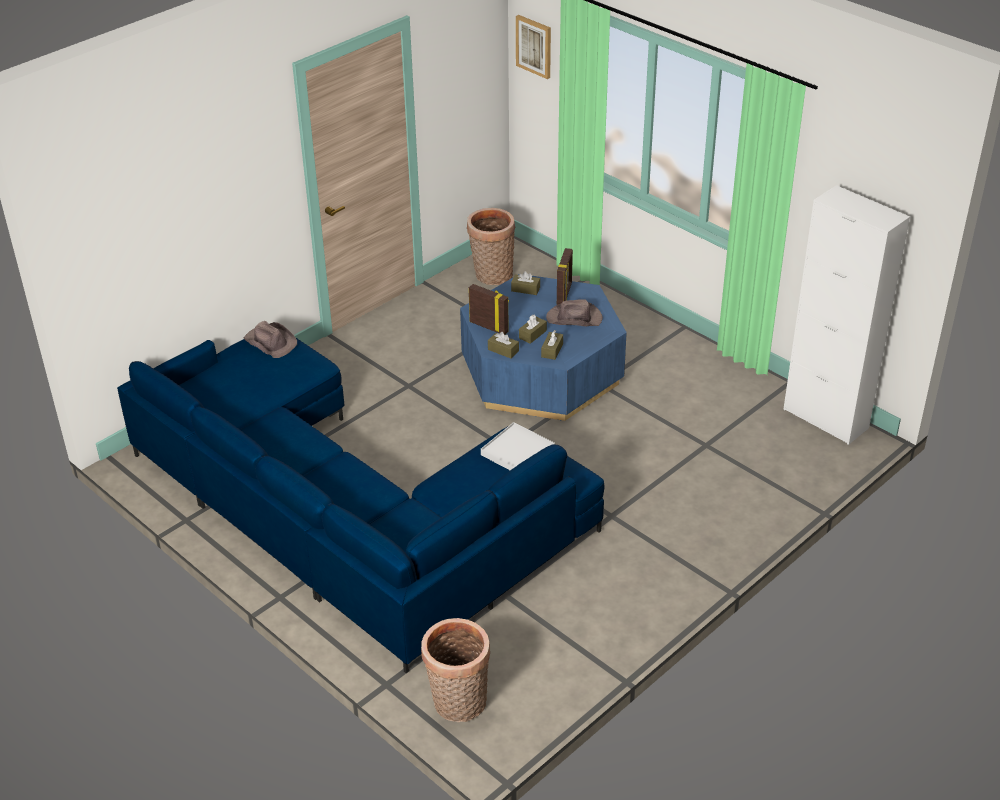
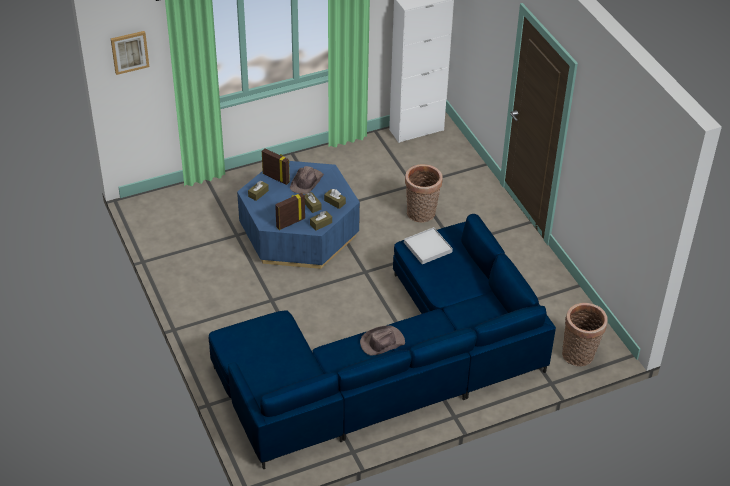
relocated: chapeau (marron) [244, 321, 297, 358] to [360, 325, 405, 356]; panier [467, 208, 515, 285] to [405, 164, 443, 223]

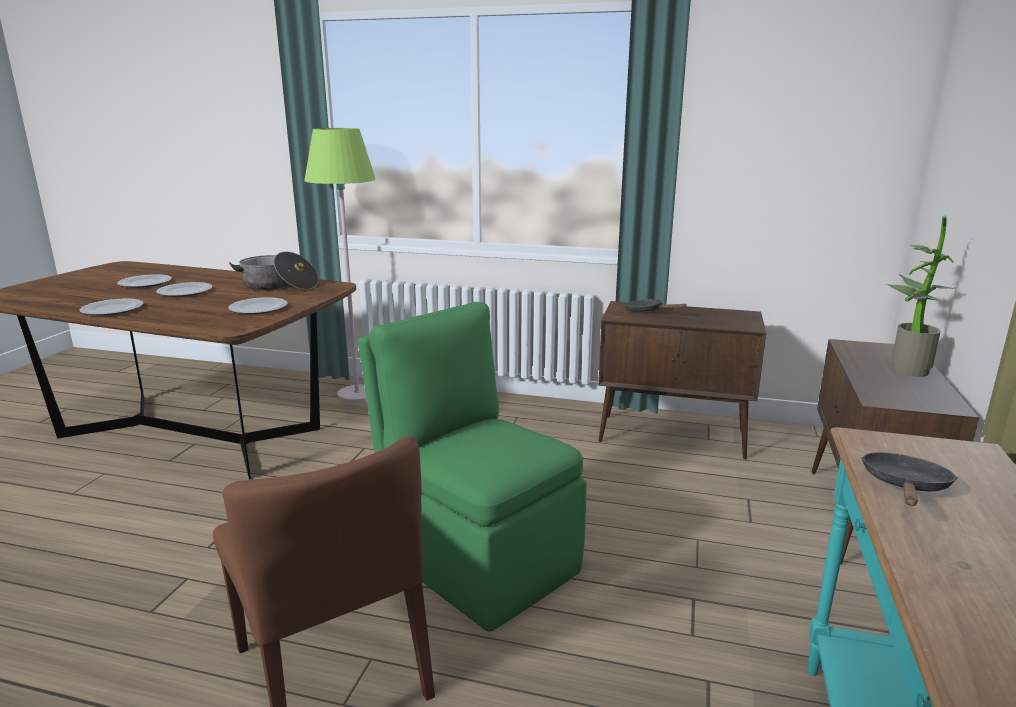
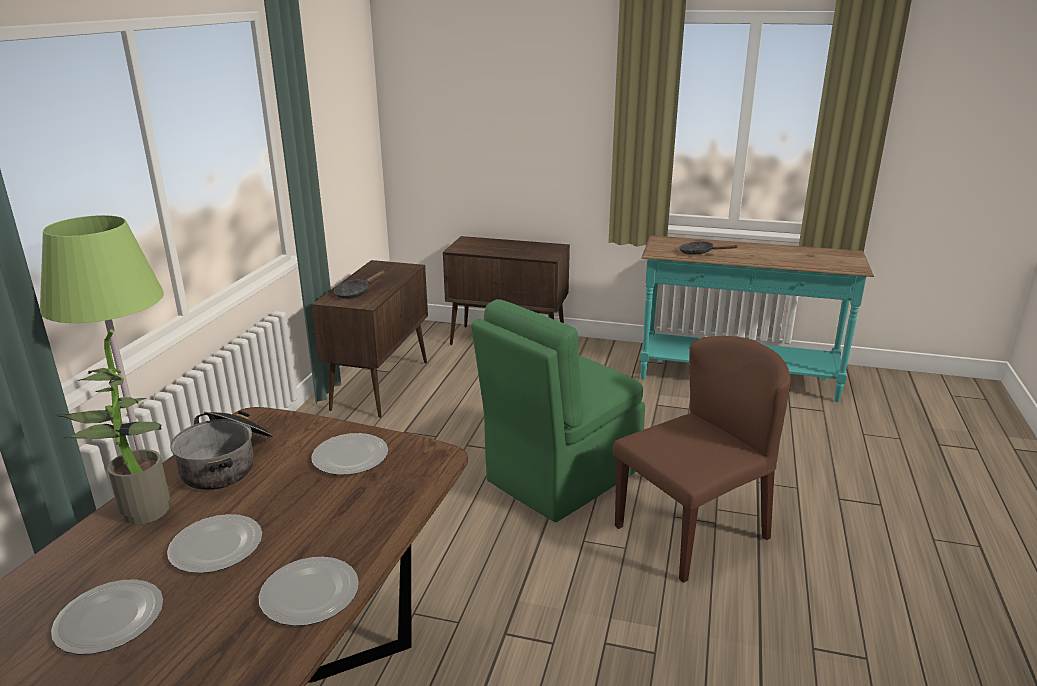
relocated: plante en pot [886, 216, 953, 377] to [55, 329, 170, 524]

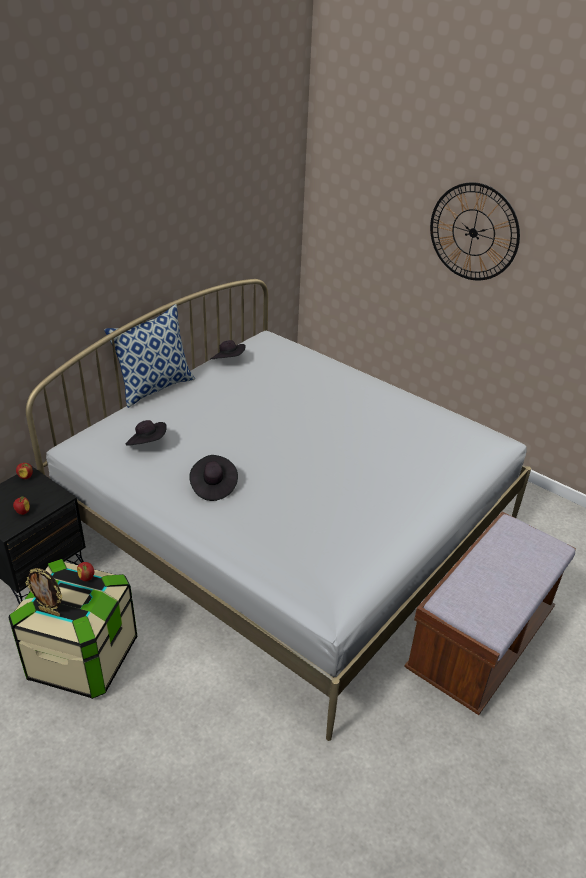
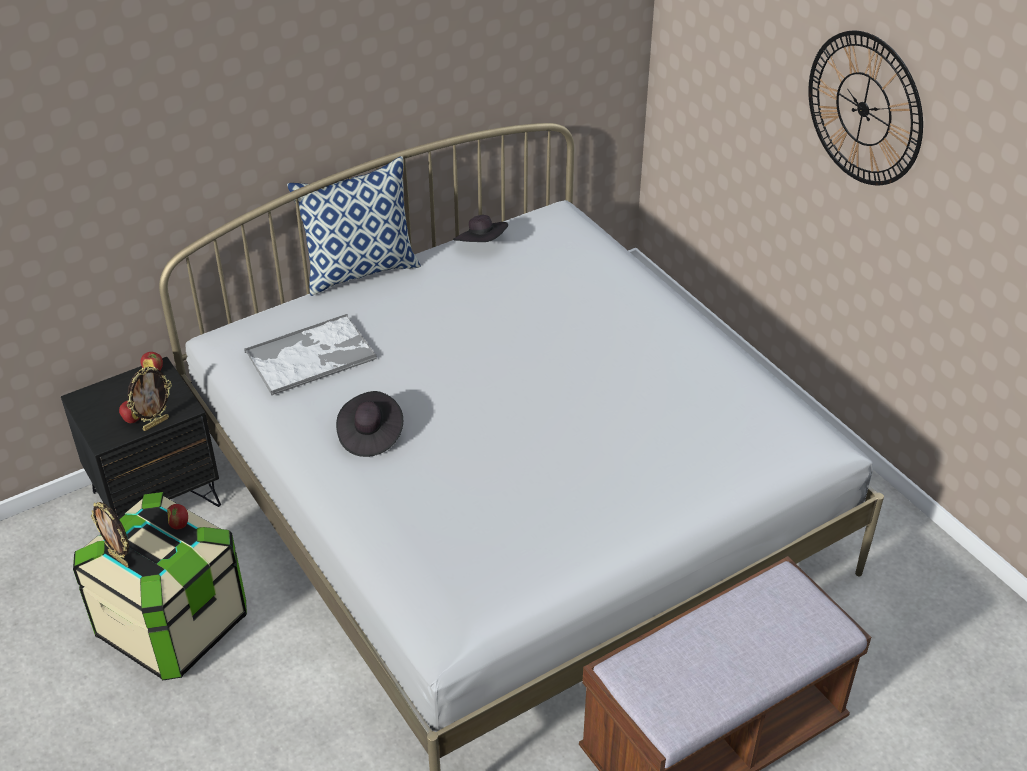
appeared: cadre photo [127, 366, 172, 431]
exchanged: chapeau (noir) [126, 420, 167, 446] to plateau [244, 314, 377, 396]

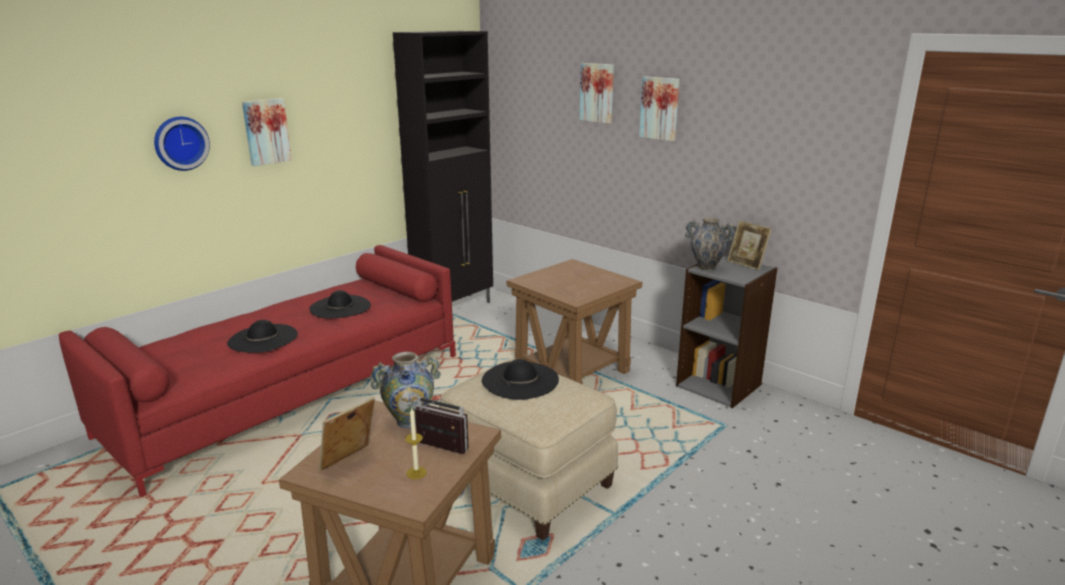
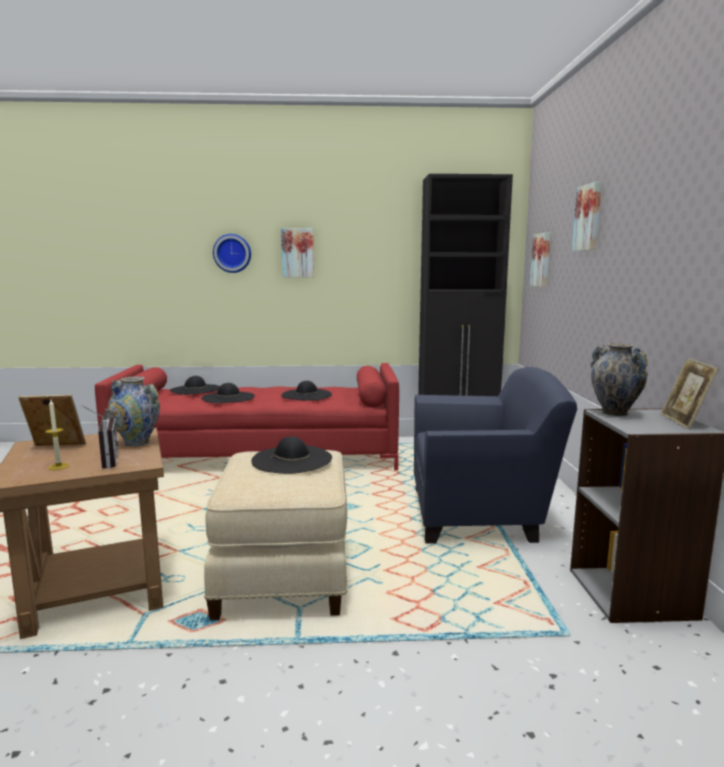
appeared: chapeau (noir) [170, 376, 220, 395]
relocated: tableau [639, 77, 680, 141] to [530, 233, 551, 287]
exchanged: table d'appoint (marron) [507, 259, 642, 384] to fauteuil (bleu) [414, 367, 577, 544]

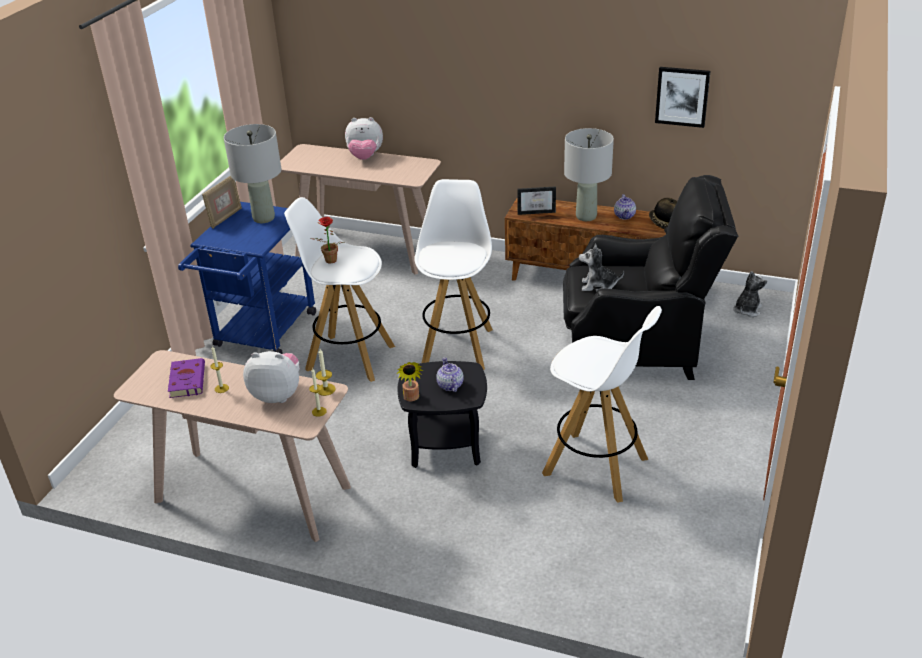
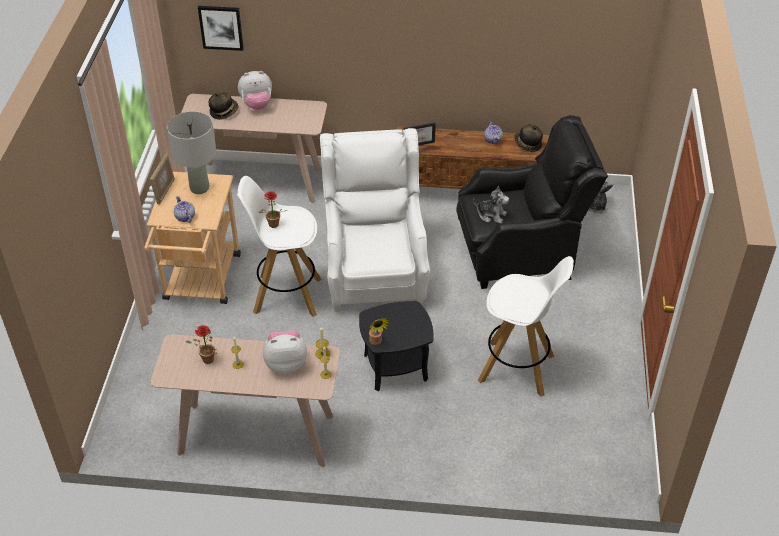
missing: lampe de table (gris) [564, 128, 614, 221]
appeared: chapeau [209, 92, 238, 120]
relocated: théière [436, 357, 464, 392] to [174, 196, 195, 223]; tableau [655, 67, 710, 128] to [198, 6, 244, 51]
exchanged: livre (violet) [168, 358, 205, 398] to plante en pot [185, 325, 218, 364]; tabouret (blanc) [414, 179, 493, 370] to fauteuil (blanc) [320, 128, 430, 312]
colour: chariot (bleu) [178, 202, 316, 354] to chariot (beige) [145, 172, 241, 304]
spun: peluche [579, 243, 624, 292] = [473, 186, 509, 224] 150 degrees counterclockwise

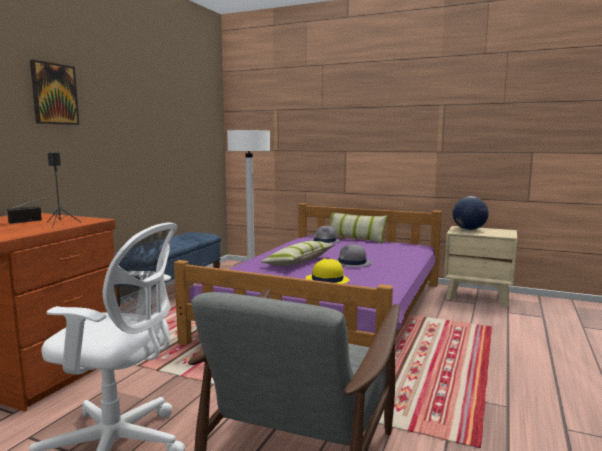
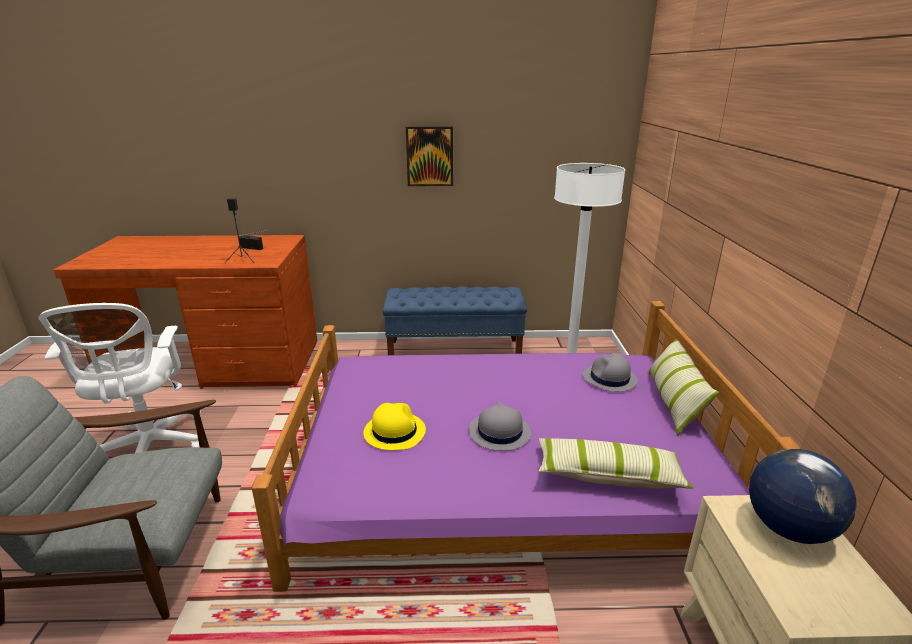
relocated: tableau [30, 60, 79, 125] to [406, 126, 453, 186]; coussin [261, 241, 335, 266] to [538, 438, 693, 489]

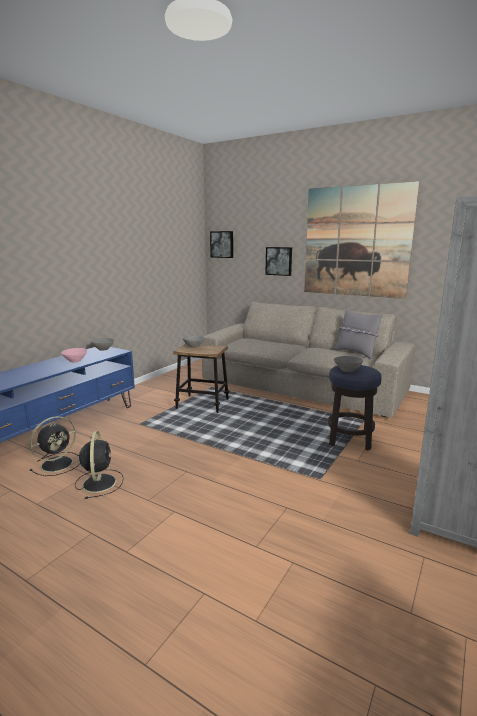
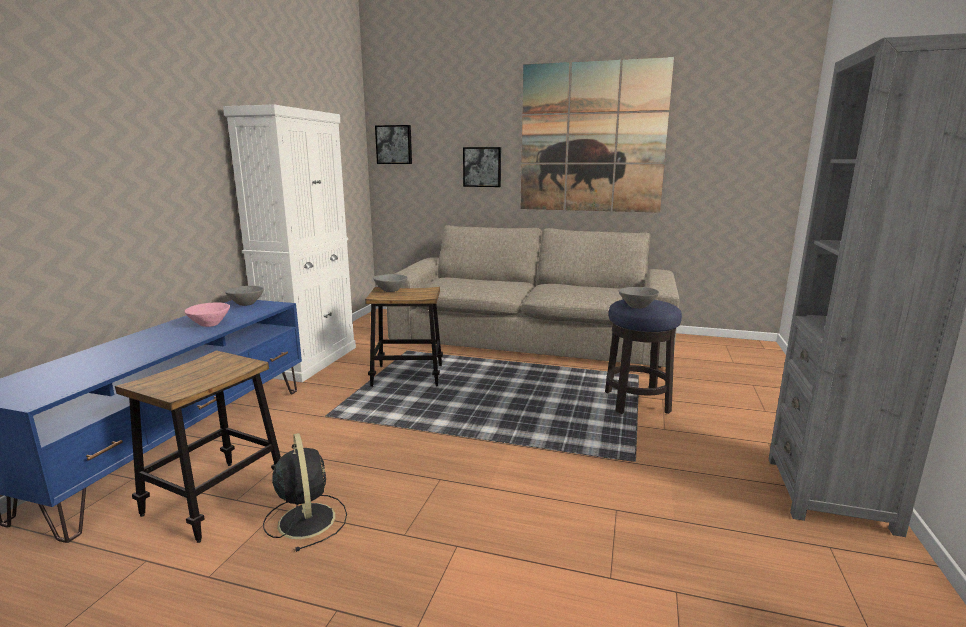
missing: coussin (gris) [334, 309, 383, 359]
appeared: meuble de rangement (blanc) [223, 104, 356, 382]
exchanged: ventilateur (noir) [30, 416, 80, 476] to tabouret [115, 350, 281, 543]

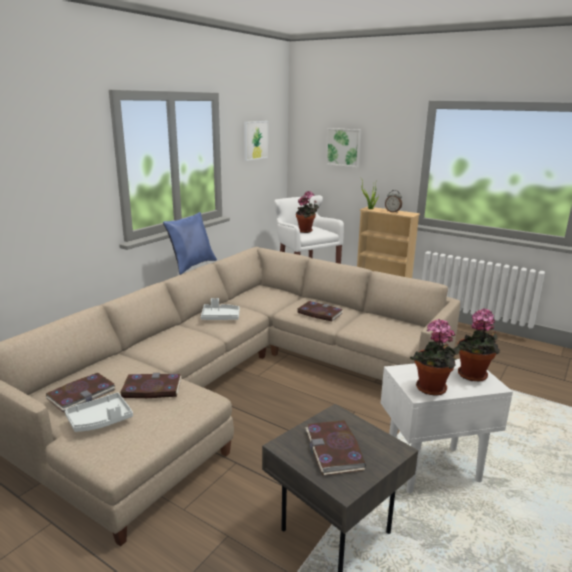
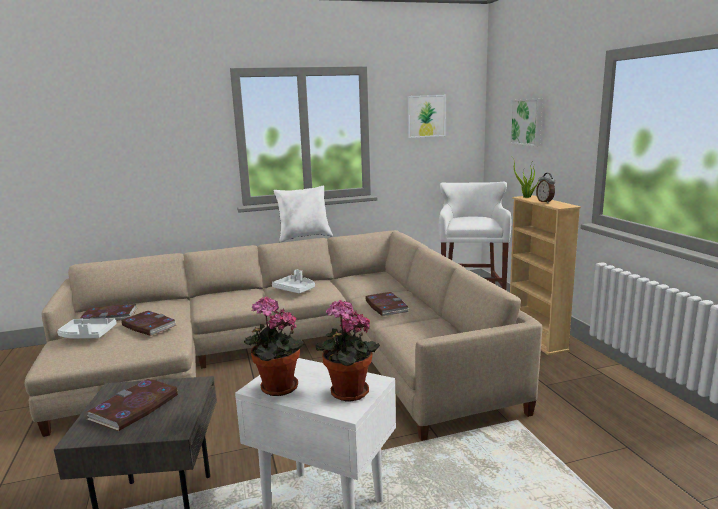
missing: plante en pot [296, 191, 319, 233]
colour: coussin (bleu) [163, 212, 217, 275] to coussin (blanc) [273, 185, 333, 242]

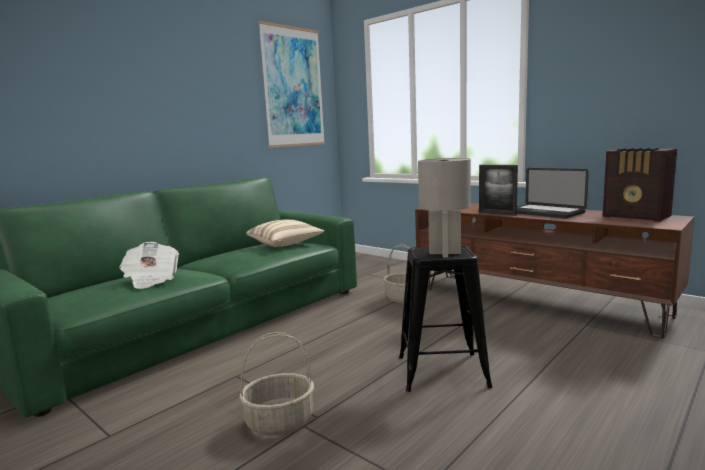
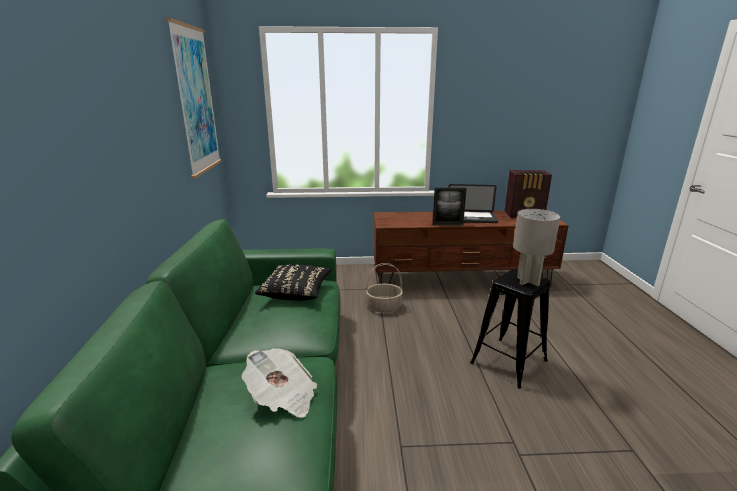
missing: panier [239, 332, 314, 436]
colour: coussin (beige) [246, 219, 325, 247] to coussin (noir) [255, 264, 332, 301]

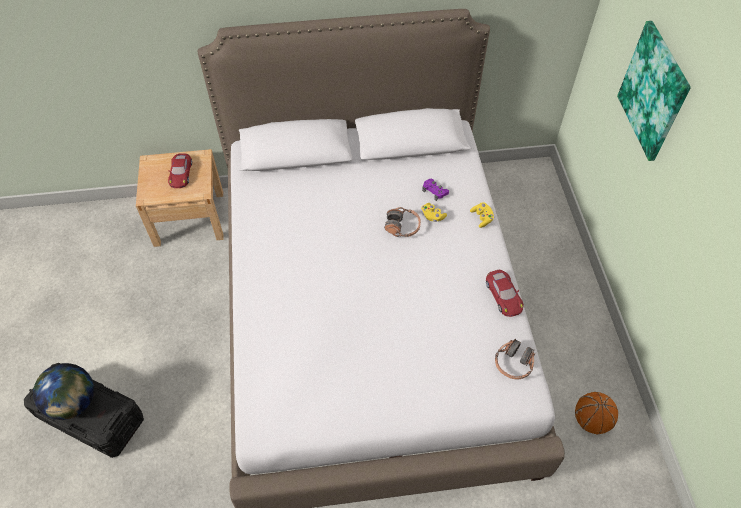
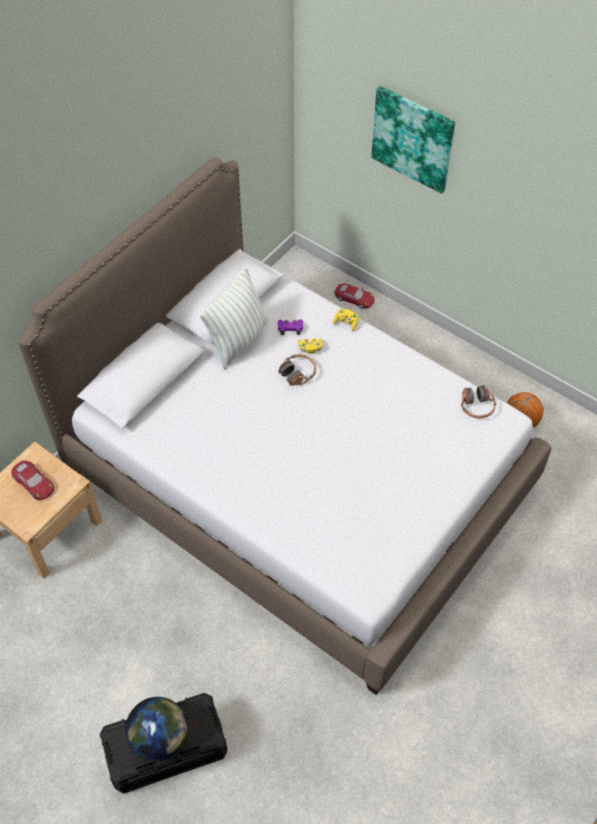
appeared: coussin [200, 266, 269, 369]
relocated: petite voiture (rouge) [486, 270, 524, 317] to [334, 283, 374, 309]

